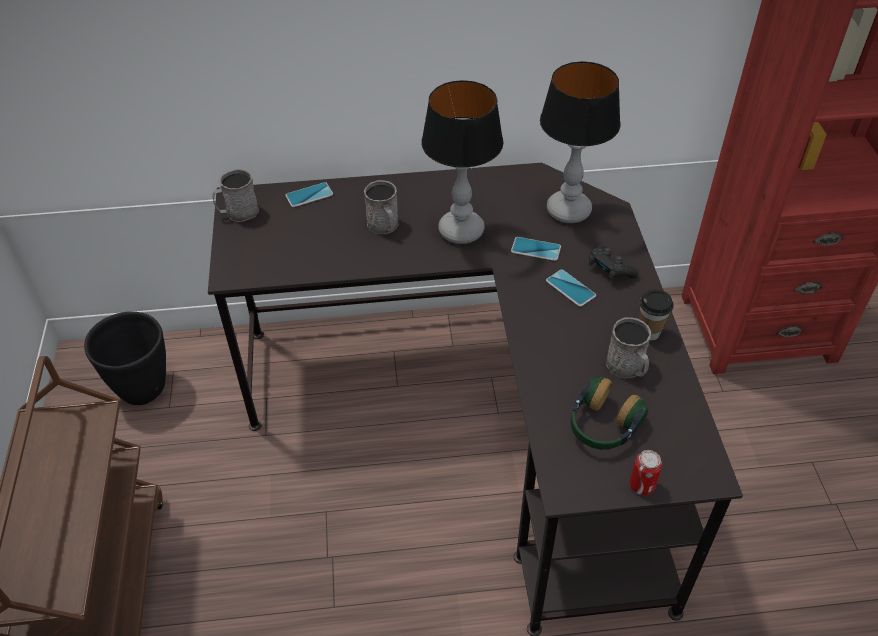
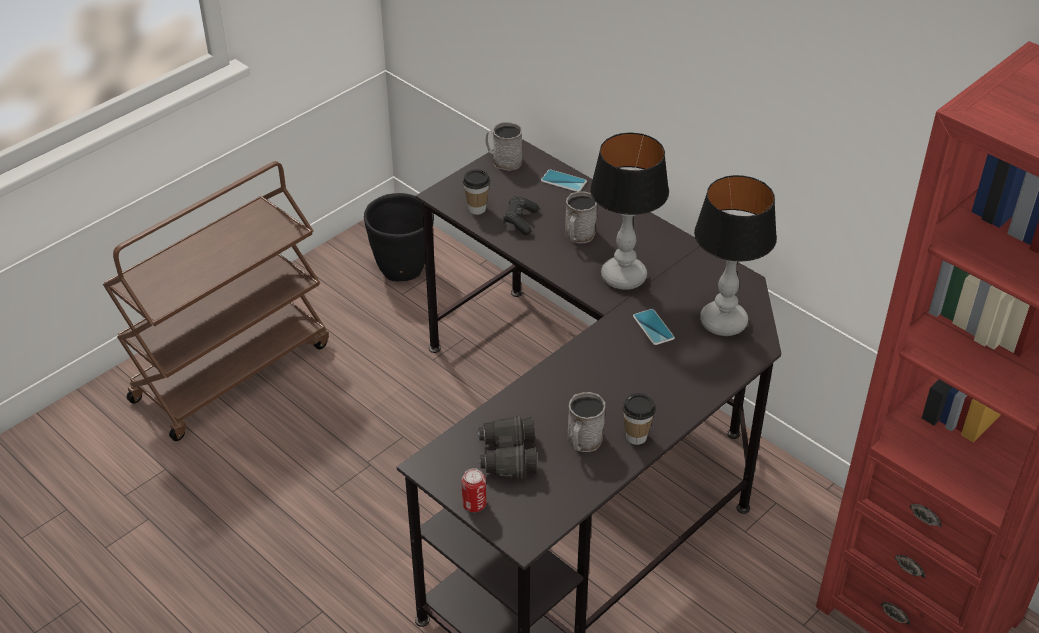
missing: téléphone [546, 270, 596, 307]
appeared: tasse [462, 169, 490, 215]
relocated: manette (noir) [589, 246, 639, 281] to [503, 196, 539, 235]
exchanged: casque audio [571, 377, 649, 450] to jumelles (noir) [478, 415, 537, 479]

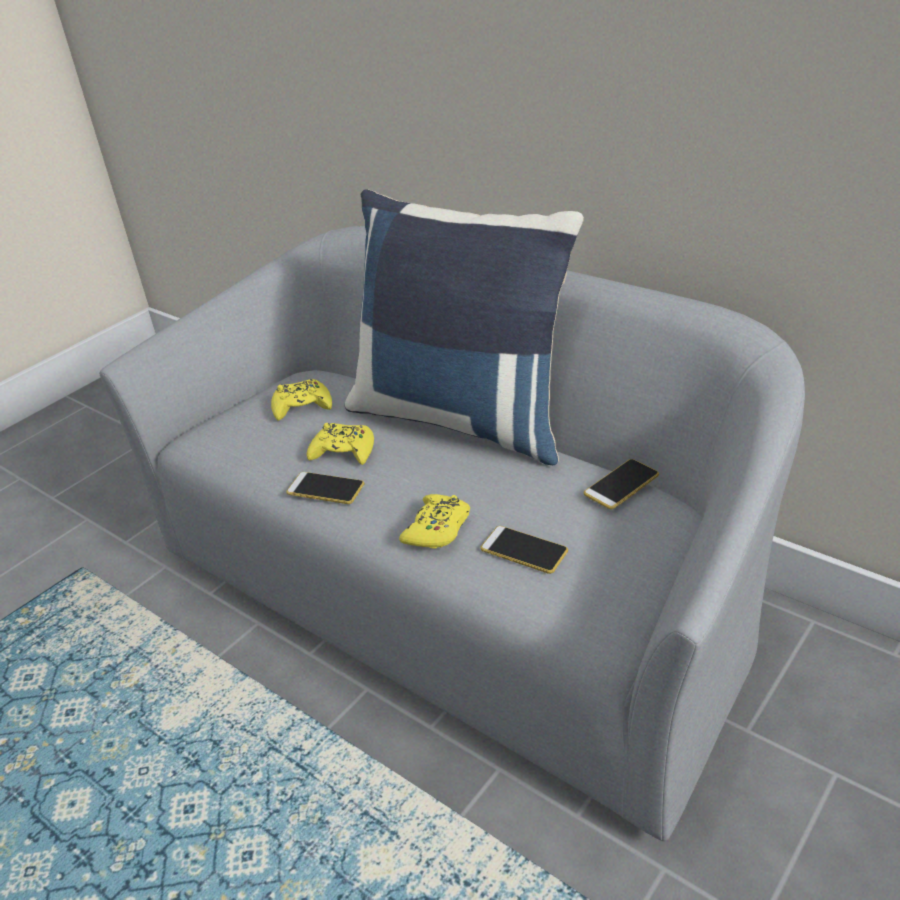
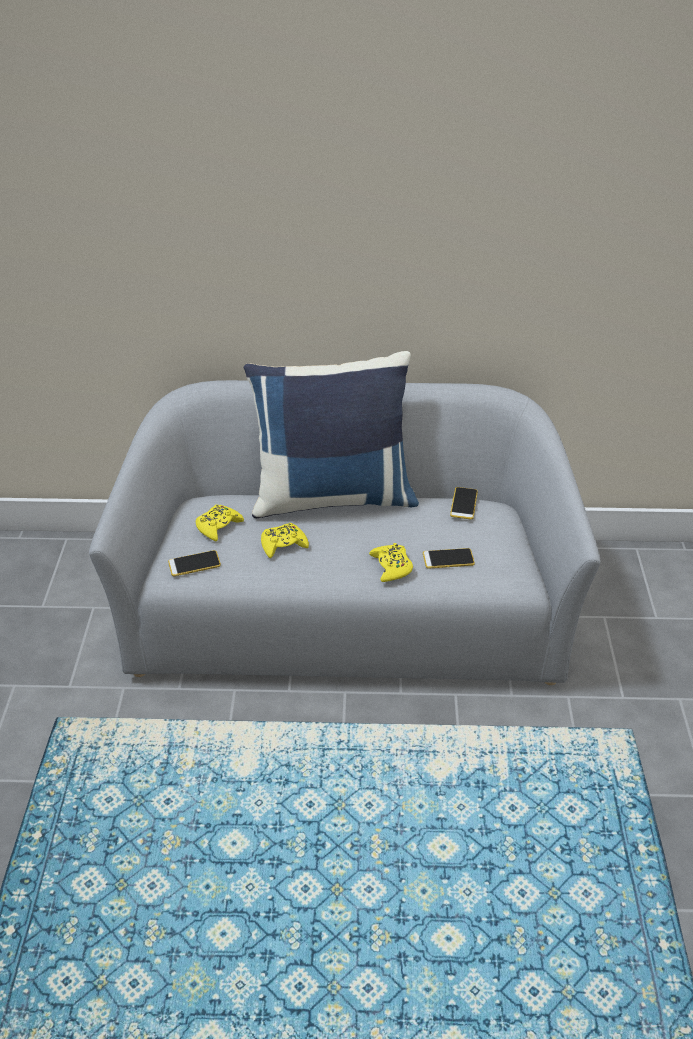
relocated: téléphone [286, 472, 364, 504] to [168, 550, 221, 576]

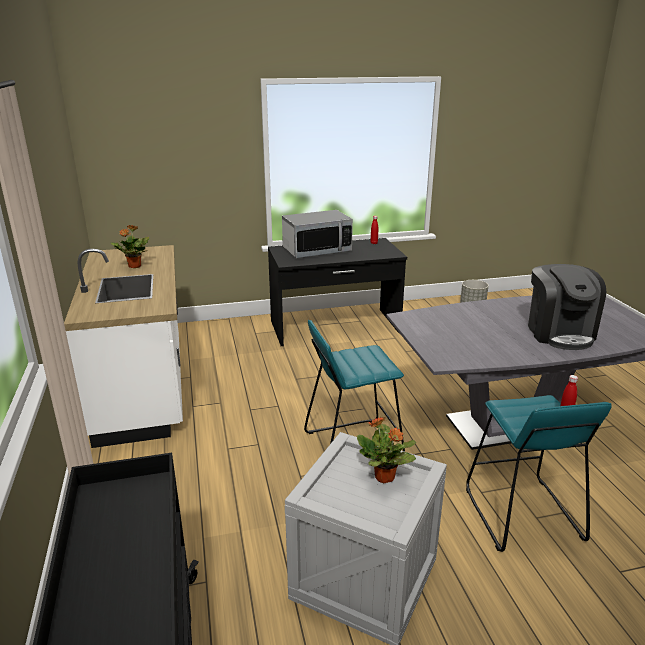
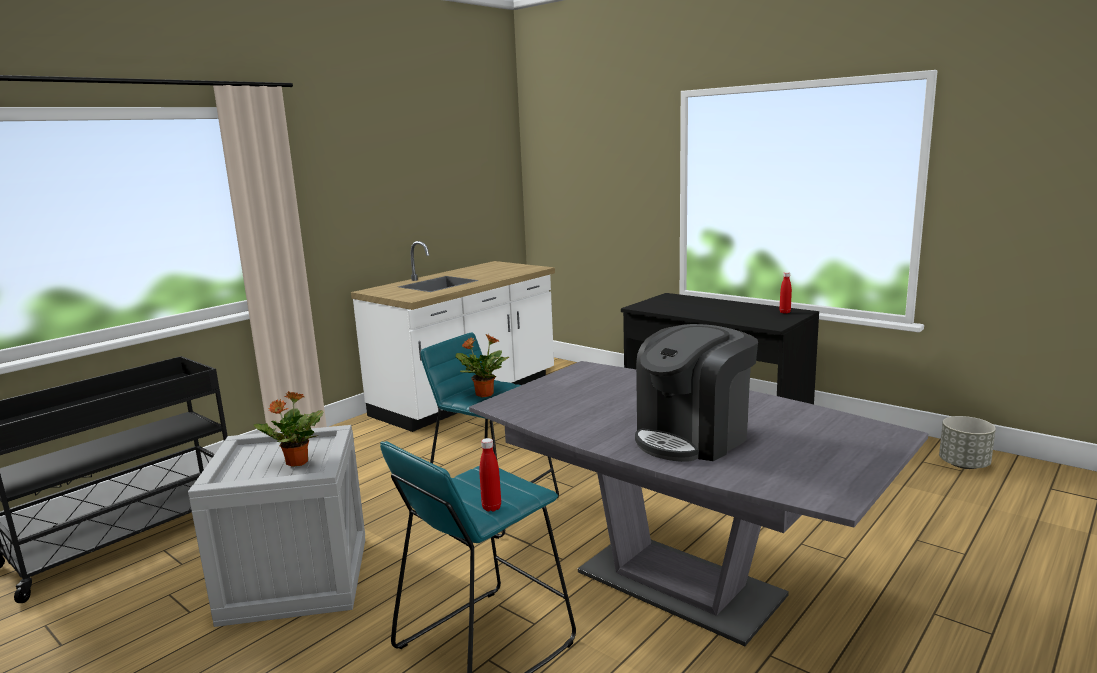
missing: micro-ondes [282, 210, 353, 258]
relocated: plante en pot [111, 225, 149, 268] to [456, 334, 509, 397]

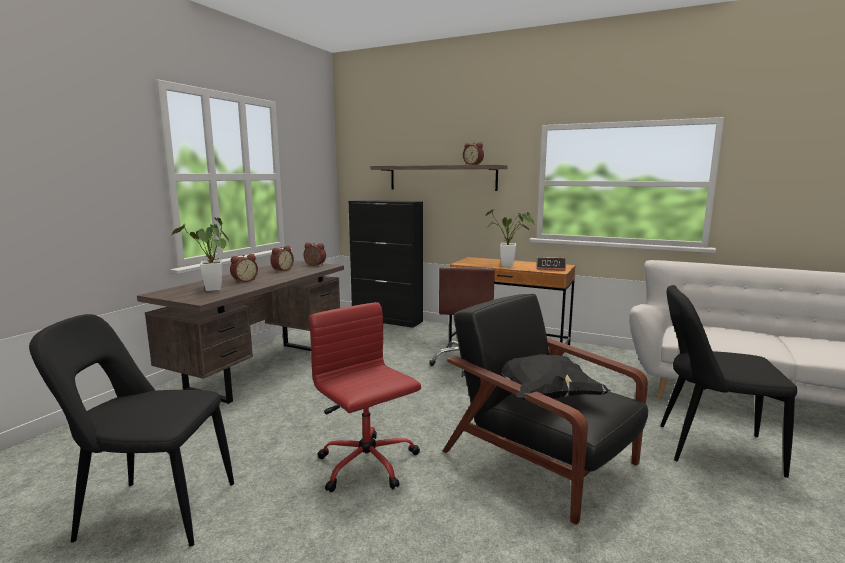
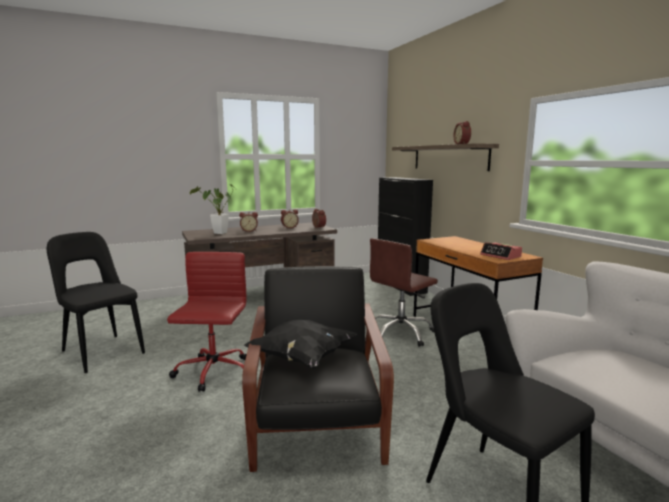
missing: plante en pot [485, 209, 535, 267]

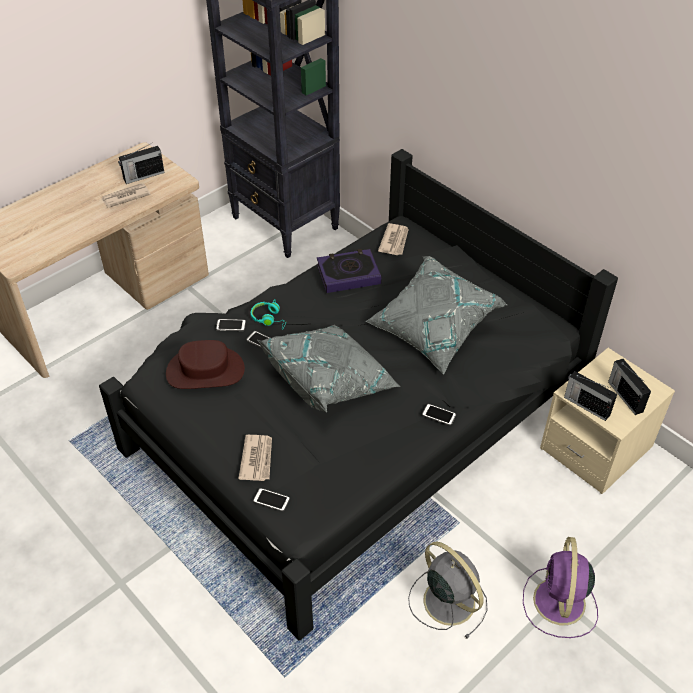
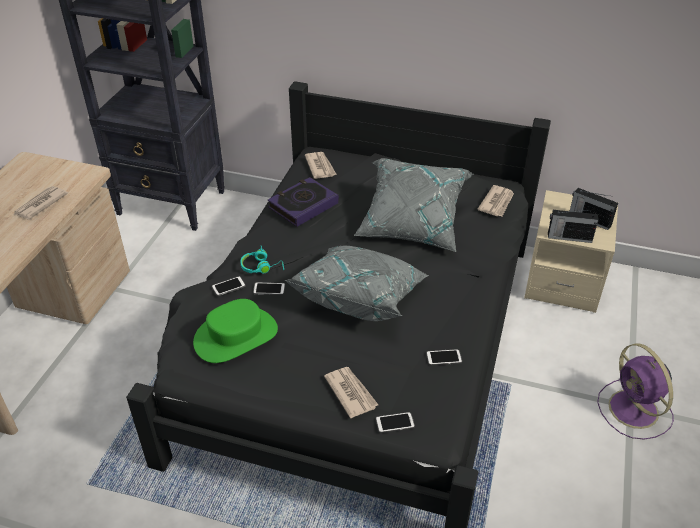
missing: radio [118, 143, 165, 184]; ventilateur (gris) [408, 542, 488, 639]
appeared: journal [478, 185, 514, 216]
relocated: téléphone [422, 404, 456, 426] to [426, 349, 462, 365]
colour: chapeau (marron) [166, 340, 245, 389] to chapeau (vert) [193, 299, 278, 363]

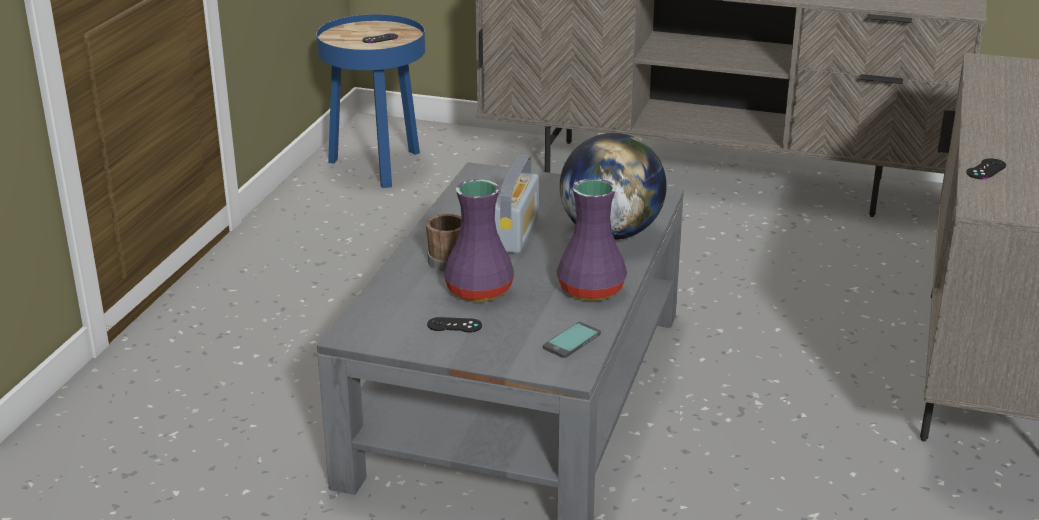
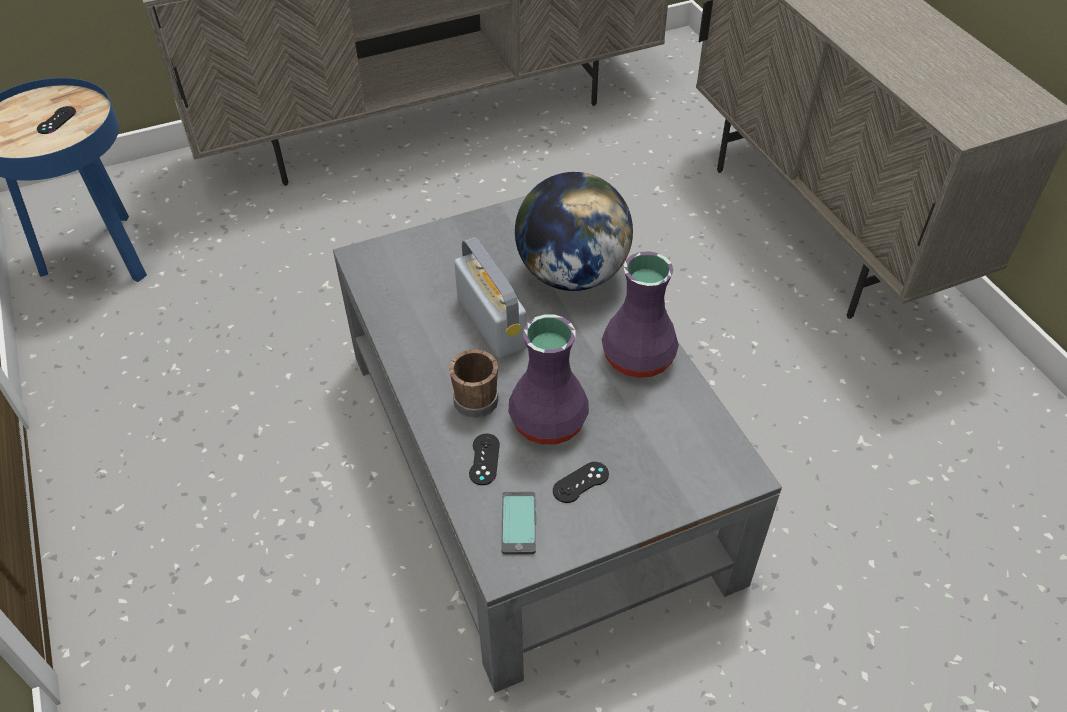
relocated: manette (noir) [966, 158, 1006, 179] to [469, 434, 500, 485]; téléphone [543, 322, 601, 358] to [501, 492, 536, 555]

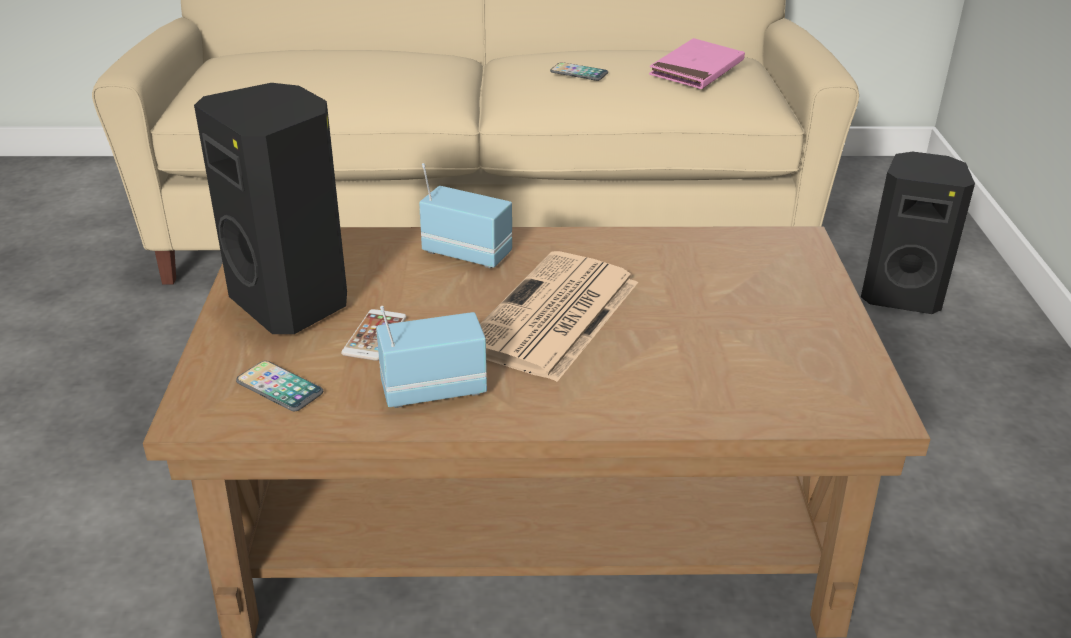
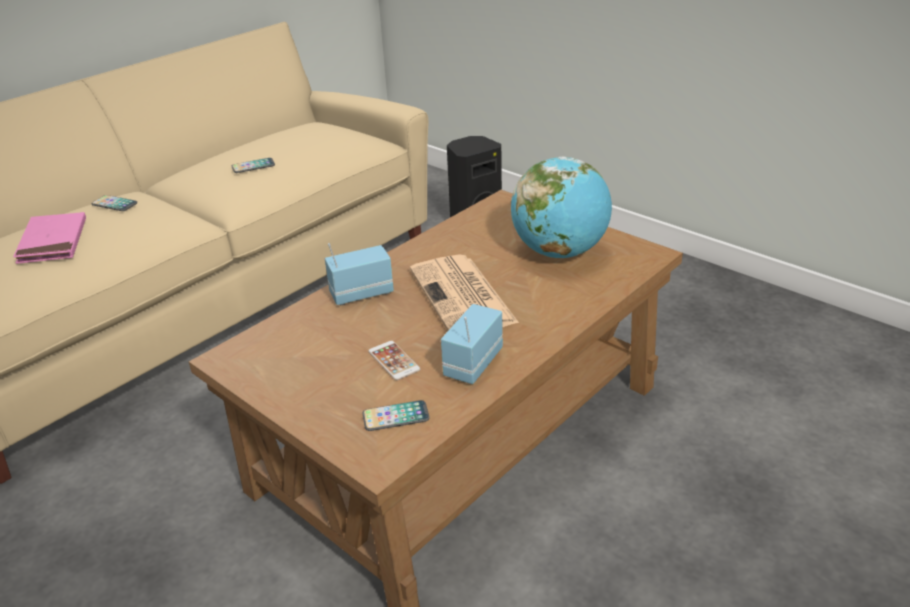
missing: enceinte (noir) [194, 83, 347, 334]
appeared: téléphone [91, 195, 137, 211]; globe [511, 156, 612, 258]
relocated: livre (rose) [649, 38, 745, 89] to [13, 212, 86, 264]

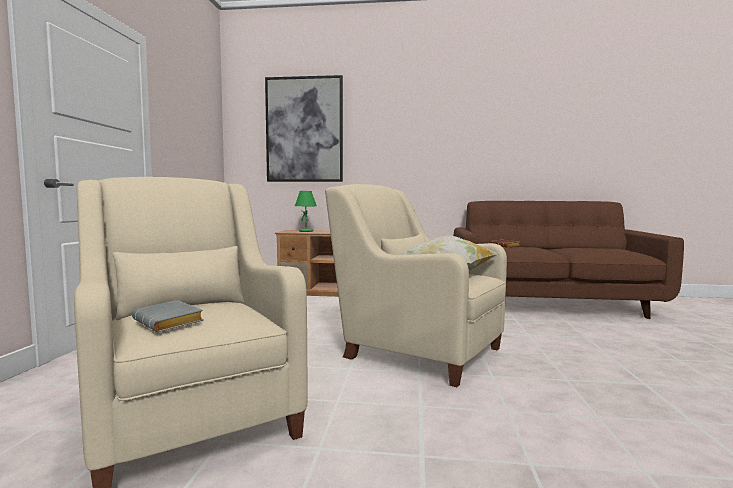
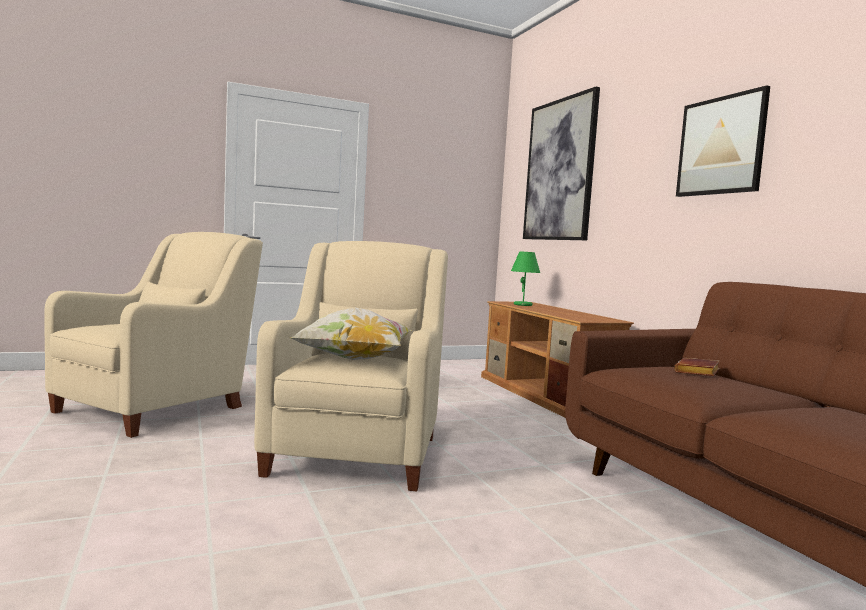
missing: livre (gris) [132, 300, 204, 332]
appeared: tableau [676, 85, 770, 197]

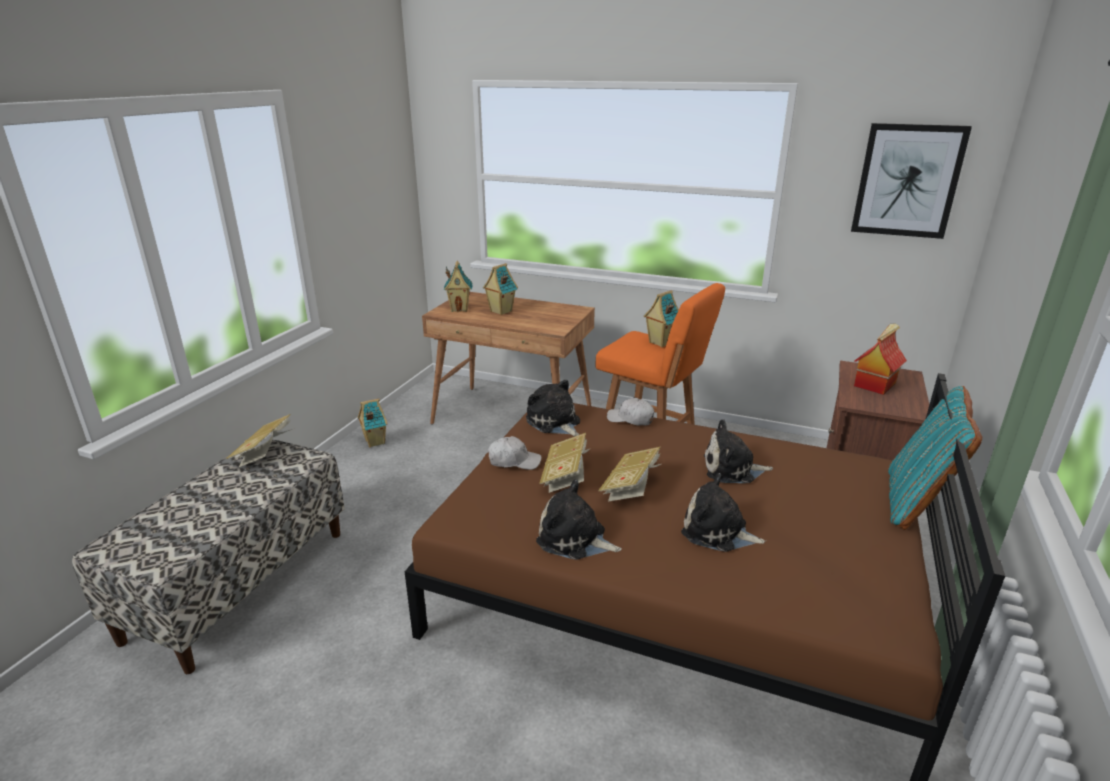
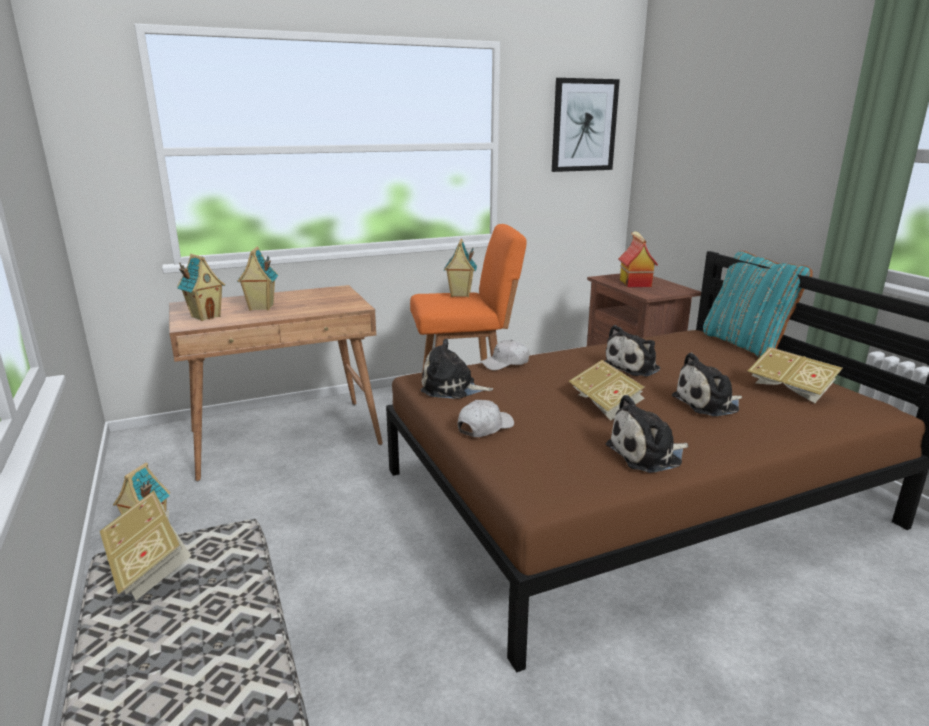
relocated: livre [539, 433, 589, 493] to [747, 347, 843, 403]

